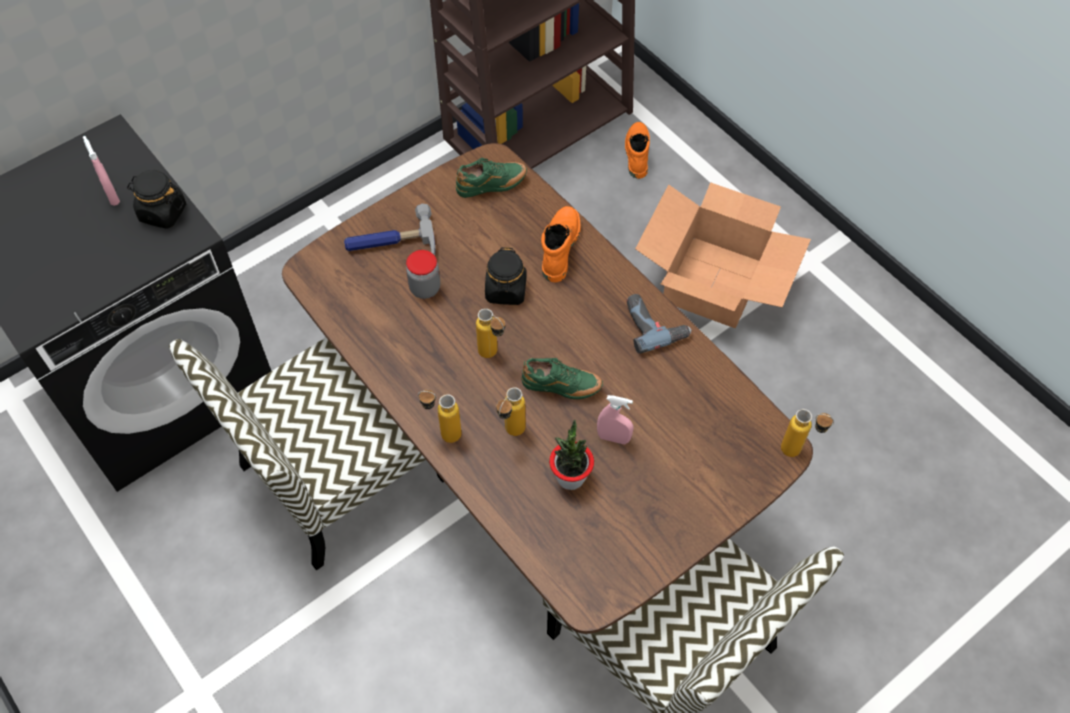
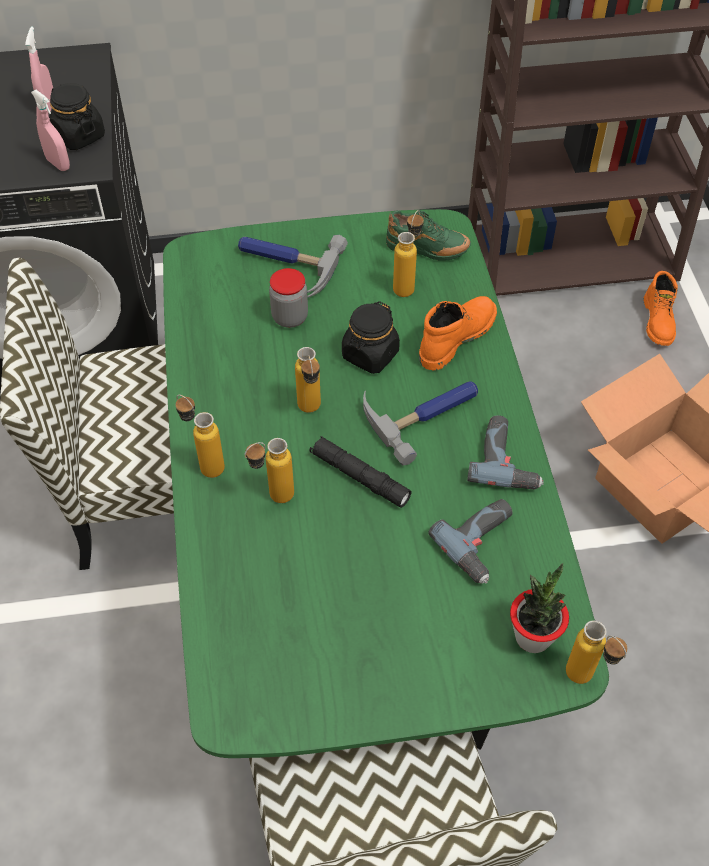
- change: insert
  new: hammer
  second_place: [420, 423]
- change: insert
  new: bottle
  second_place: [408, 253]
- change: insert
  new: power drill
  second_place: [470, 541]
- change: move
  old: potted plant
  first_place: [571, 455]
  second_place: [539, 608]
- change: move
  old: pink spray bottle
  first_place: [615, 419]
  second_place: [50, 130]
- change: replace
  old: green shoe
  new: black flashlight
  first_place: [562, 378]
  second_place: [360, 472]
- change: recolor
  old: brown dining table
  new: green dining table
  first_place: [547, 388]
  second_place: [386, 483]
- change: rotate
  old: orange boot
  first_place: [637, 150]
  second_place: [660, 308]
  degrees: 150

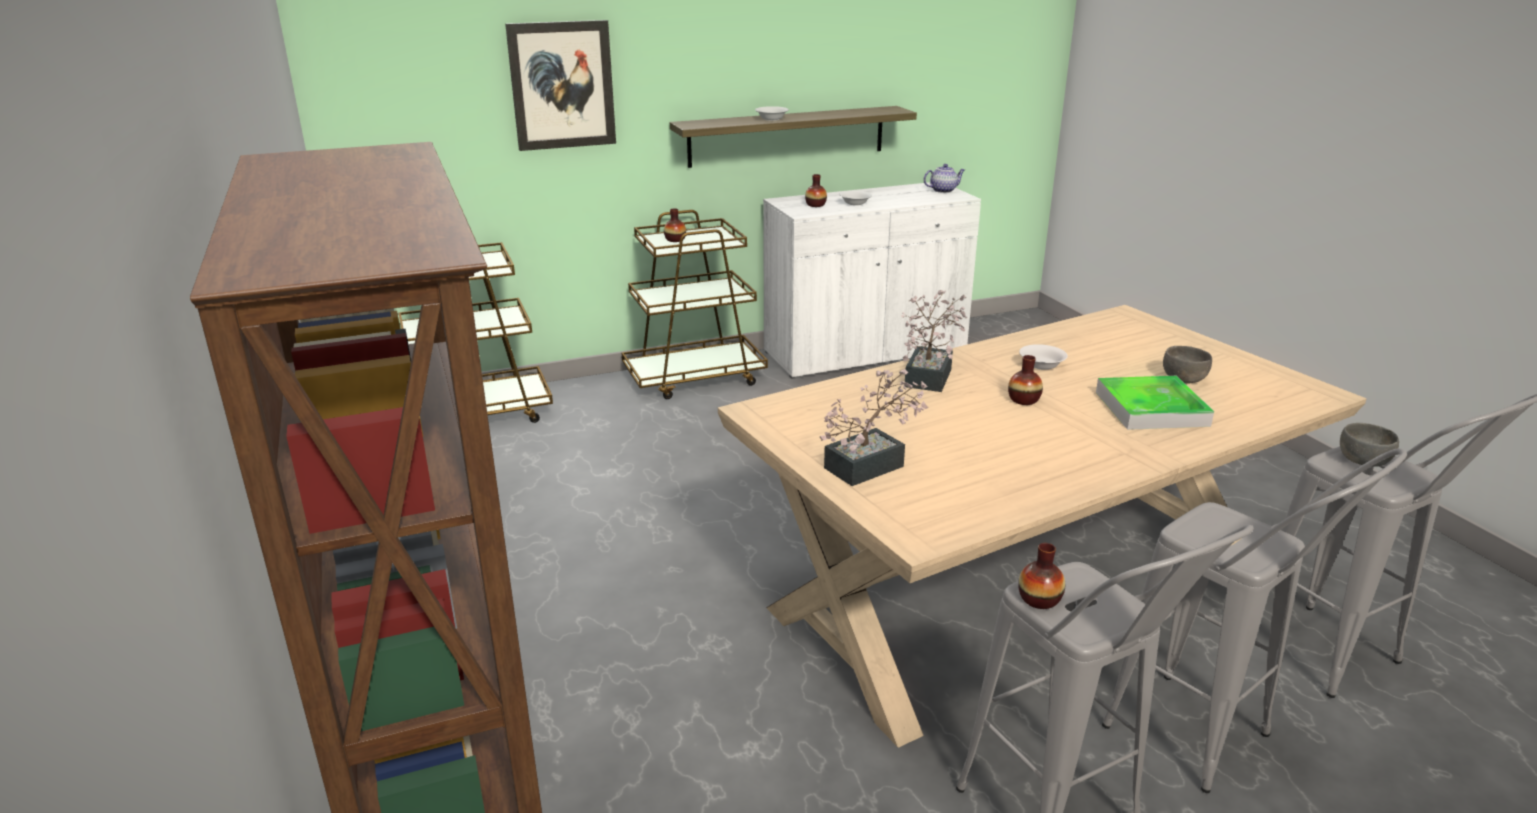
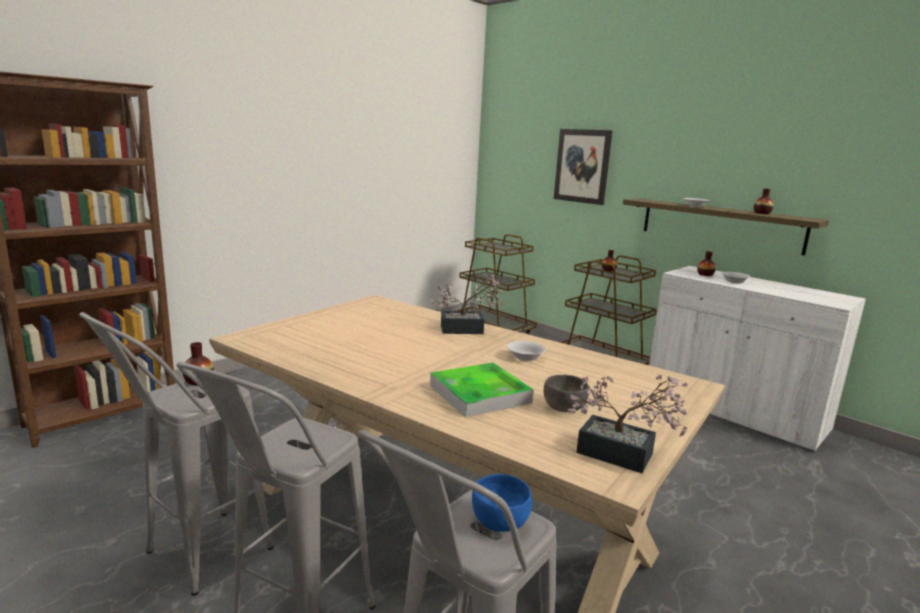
- change: delete
  old: teapot
  first_place: [944, 178]
- change: move
  old: potted plant
  first_place: [874, 427]
  second_place: [627, 424]
- change: move
  old: vase
  first_place: [1025, 380]
  second_place: [764, 201]
- change: recolor
  old: grey bowl
  new: blue bowl
  first_place: [1369, 445]
  second_place: [502, 503]

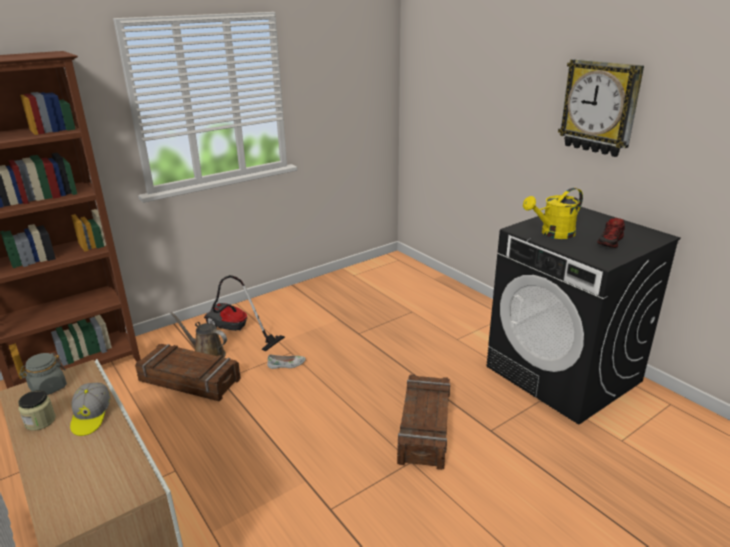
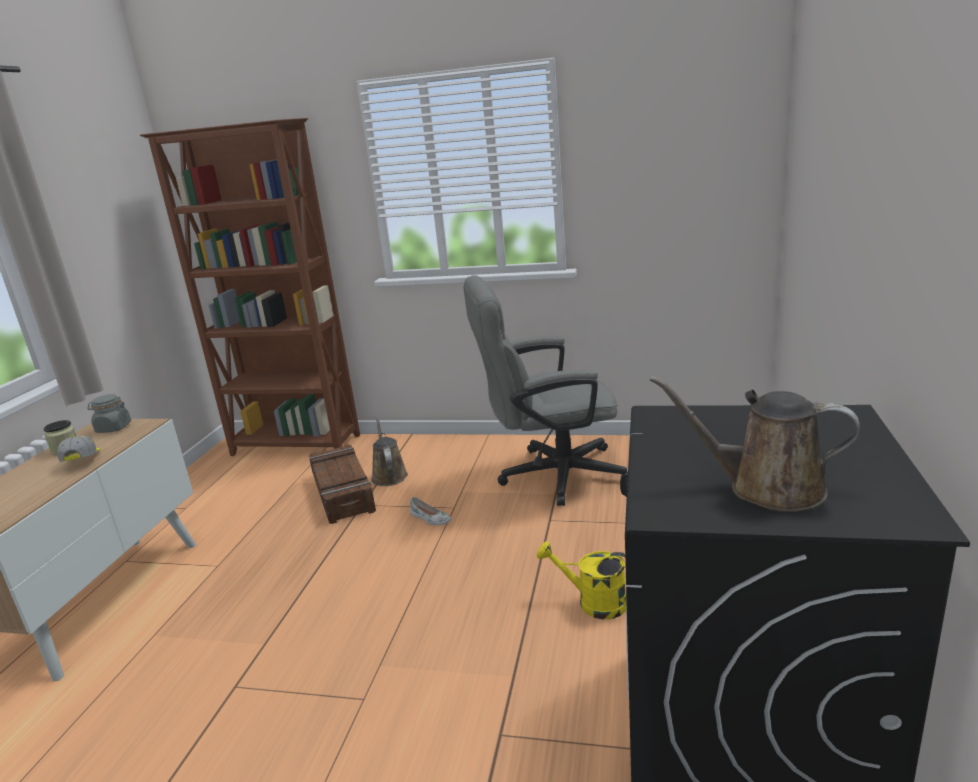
- change: delete
  old: vacuum cleaner
  first_place: [244, 313]
- change: delete
  old: crate
  first_place: [423, 422]
- change: delete
  old: wall clock
  first_place: [601, 108]
- change: insert
  new: grey office chair
  second_place: [546, 390]
- change: move
  old: yellow watering can
  first_place: [553, 213]
  second_place: [581, 580]
- change: replace
  old: shoe
  new: brown watering can
  first_place: [611, 233]
  second_place: [755, 444]
- change: rotate
  old: cap
  first_place: [90, 409]
  second_place: [78, 448]
  degrees: 120

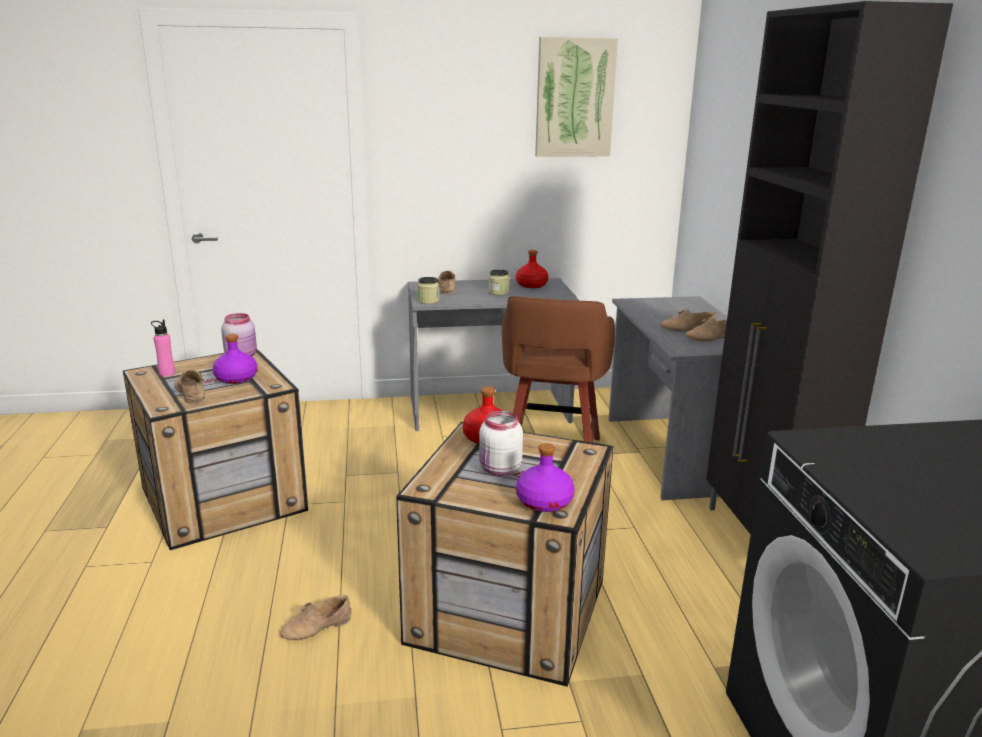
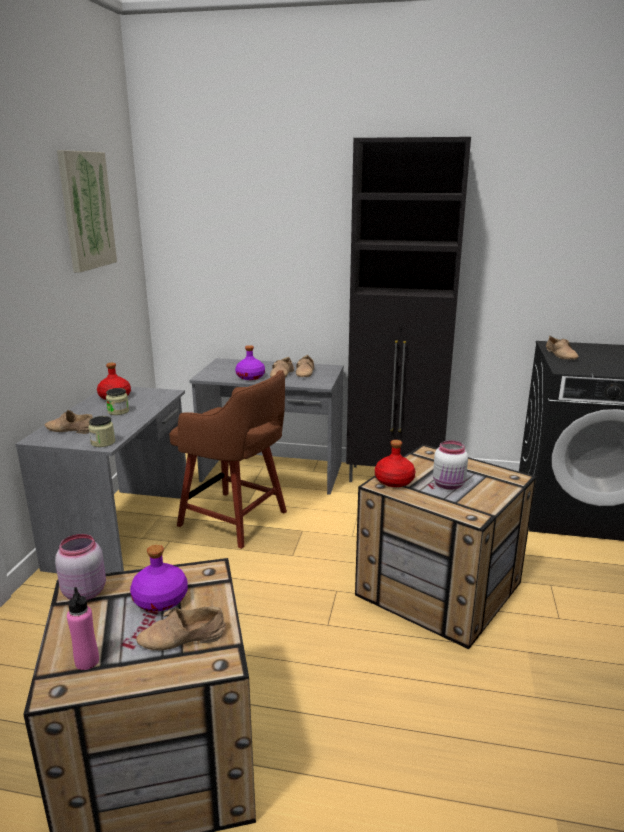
- change: move
  old: beige shoe
  first_place: [316, 618]
  second_place: [562, 348]
- change: move
  old: purple bottle
  first_place: [545, 477]
  second_place: [250, 362]

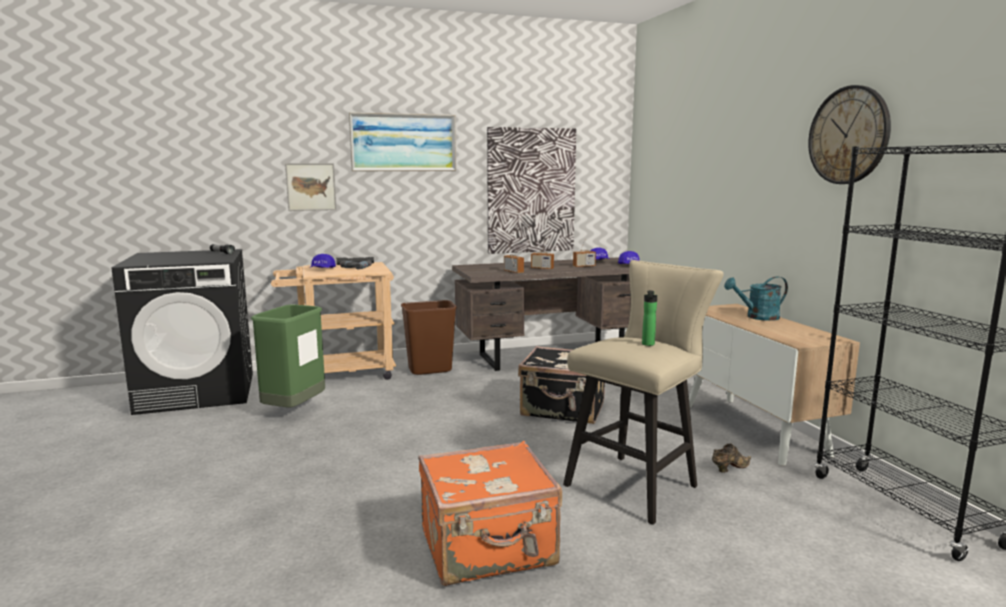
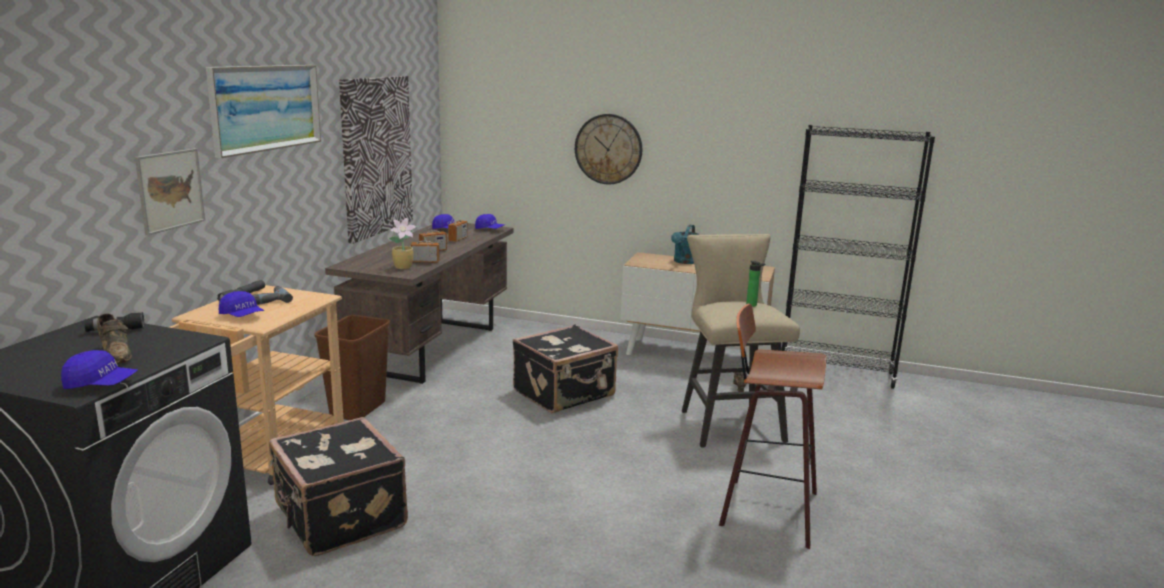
- change: insert
  new: blue cap
  second_place: [99, 369]
- change: insert
  new: brown shoe
  second_place: [114, 338]
- change: insert
  new: potted plant
  second_place: [402, 243]
- change: move
  old: wall clock
  first_place: [849, 134]
  second_place: [609, 149]
- change: replace
  old: green trash can
  new: black suitcase
  first_place: [288, 355]
  second_place: [338, 486]
- change: replace
  old: orange suitcase
  new: stool
  first_place: [490, 513]
  second_place: [772, 426]

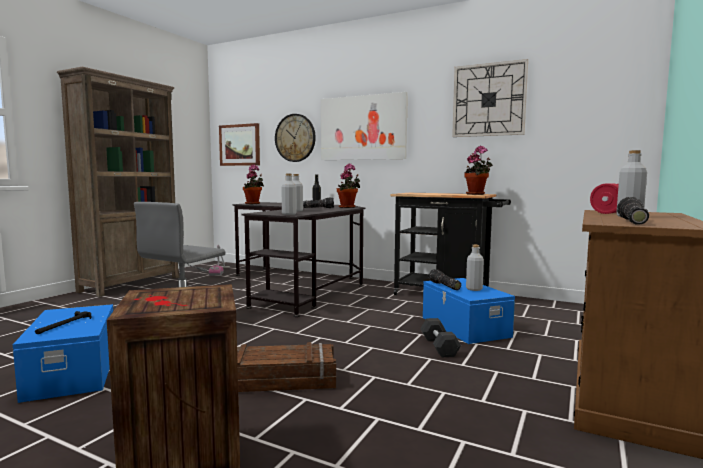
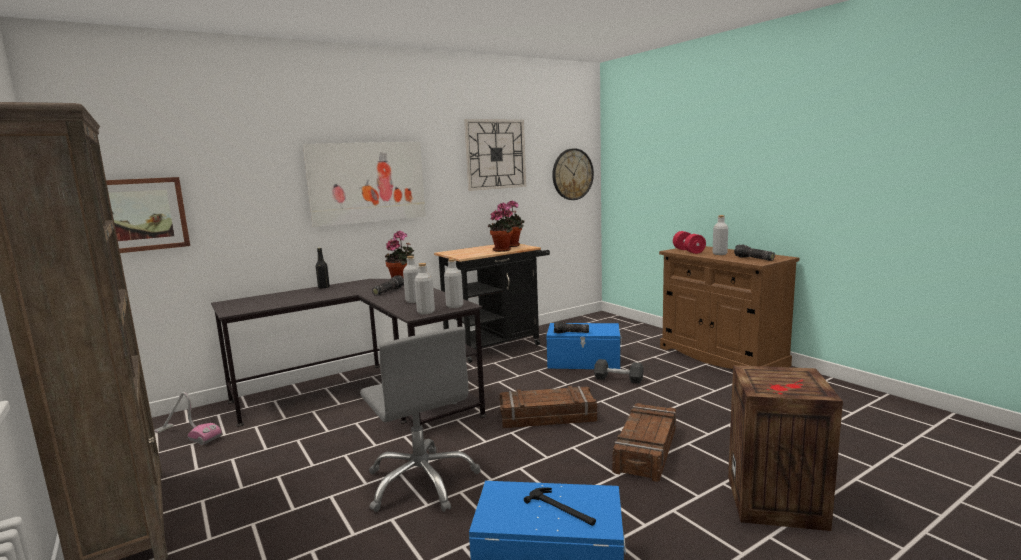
- change: insert
  new: crate
  second_place: [548, 407]
- change: move
  old: potted plant
  first_place: [253, 184]
  second_place: [502, 227]
- change: move
  old: wall clock
  first_place: [295, 138]
  second_place: [573, 174]
- change: move
  old: grey bottle
  first_place: [475, 268]
  second_place: [424, 288]

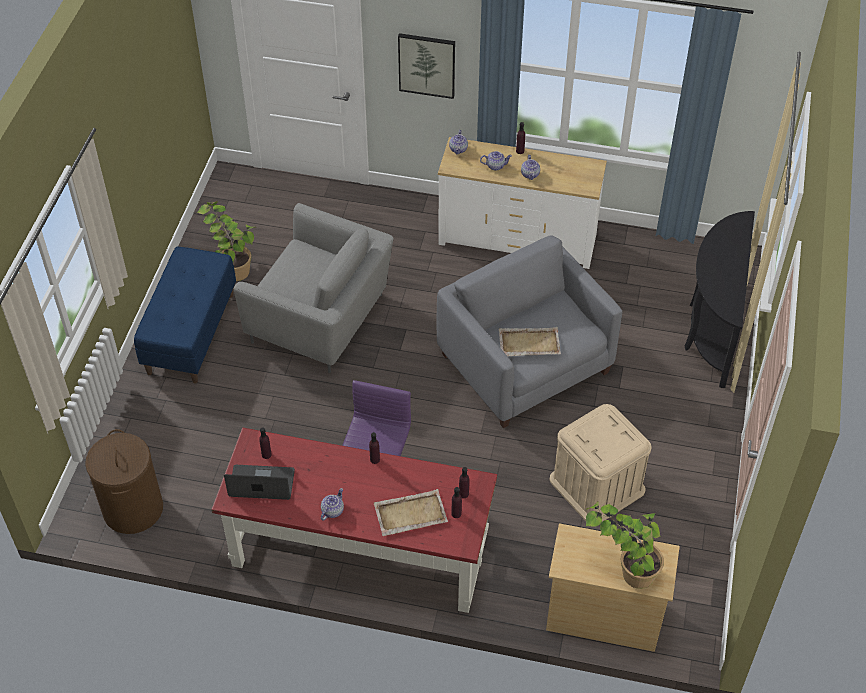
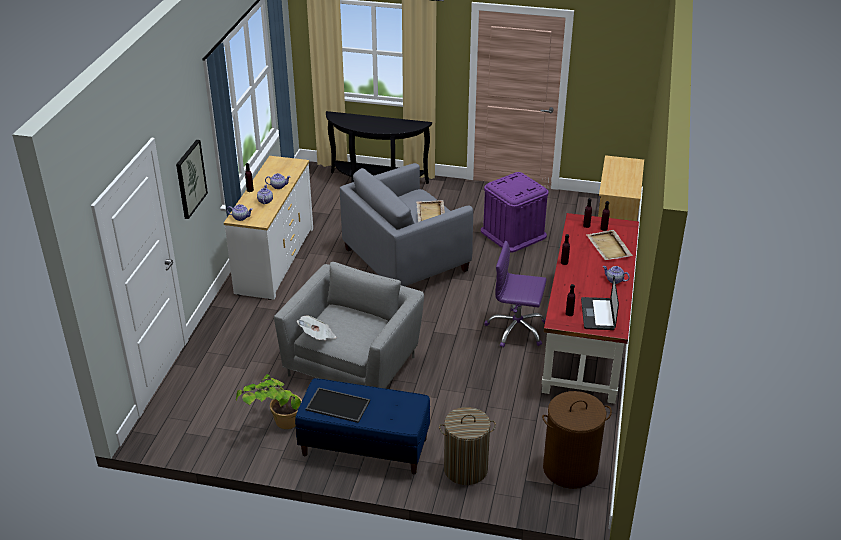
- change: delete
  old: potted plant
  first_place: [625, 545]
- change: insert
  new: newspaper
  second_place: [317, 327]
- change: insert
  new: tray
  second_place: [337, 405]
- change: insert
  new: laundry basket
  second_place: [467, 446]
- change: recolor
  old: beige storage box
  new: purple storage box
  first_place: [601, 463]
  second_place: [515, 212]

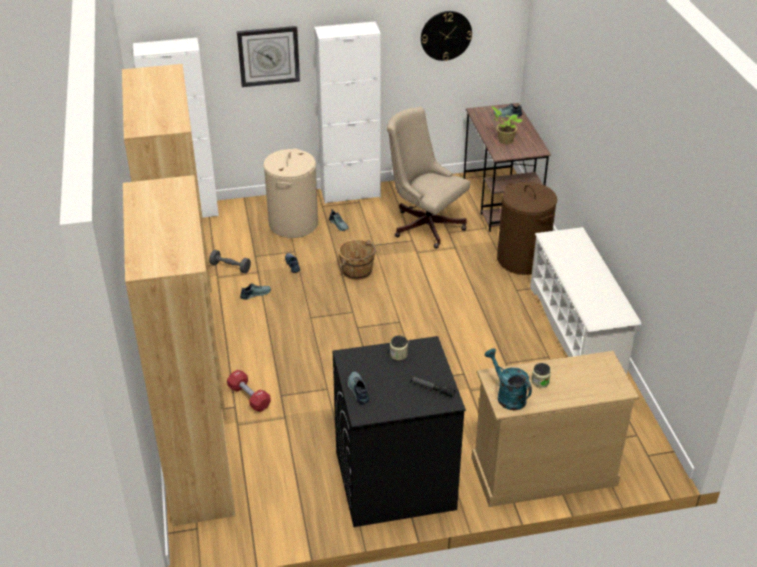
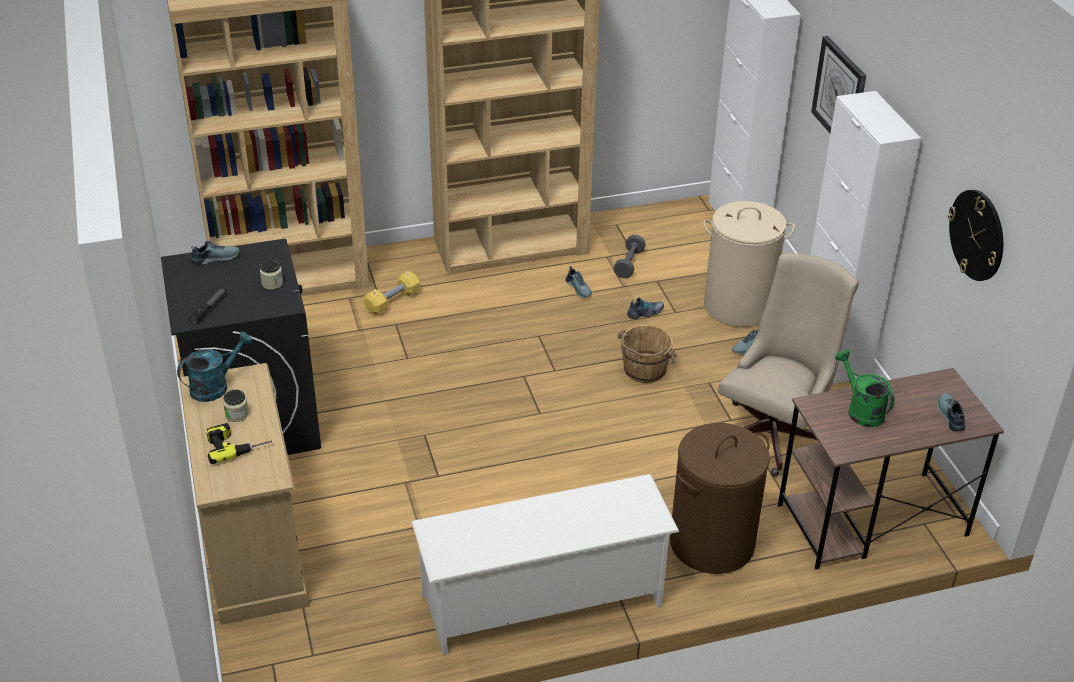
- change: insert
  new: power drill
  second_place: [239, 443]
- change: replace
  old: potted plant
  new: green watering can
  first_place: [506, 125]
  second_place: [865, 388]
- change: recolor
  old: red dumbbell
  new: yellow dumbbell
  first_place: [249, 391]
  second_place: [392, 293]

